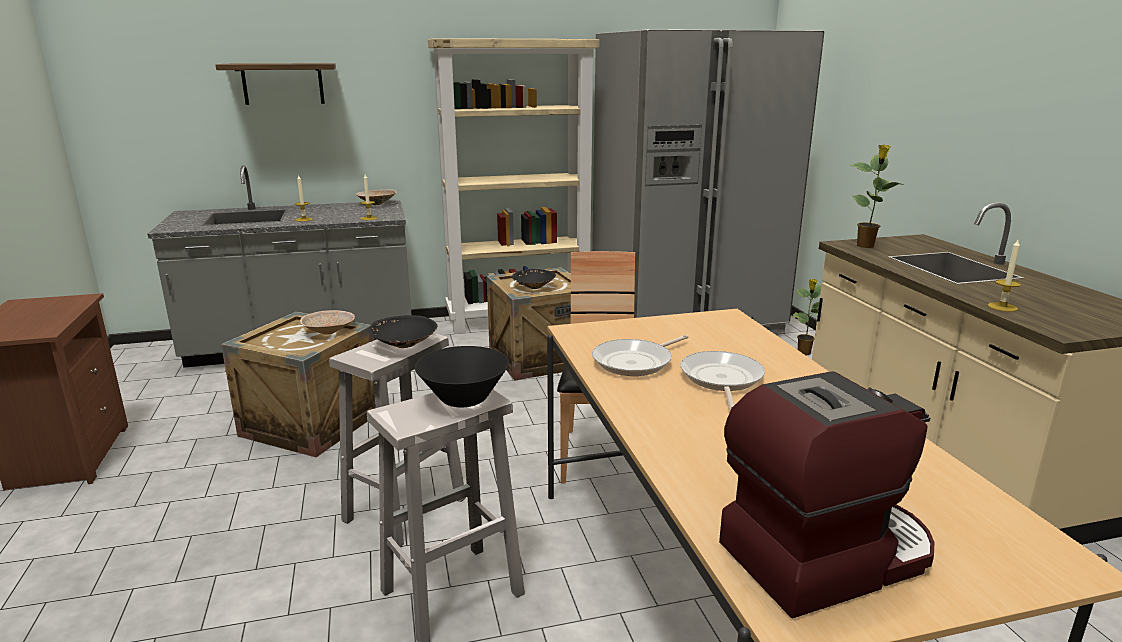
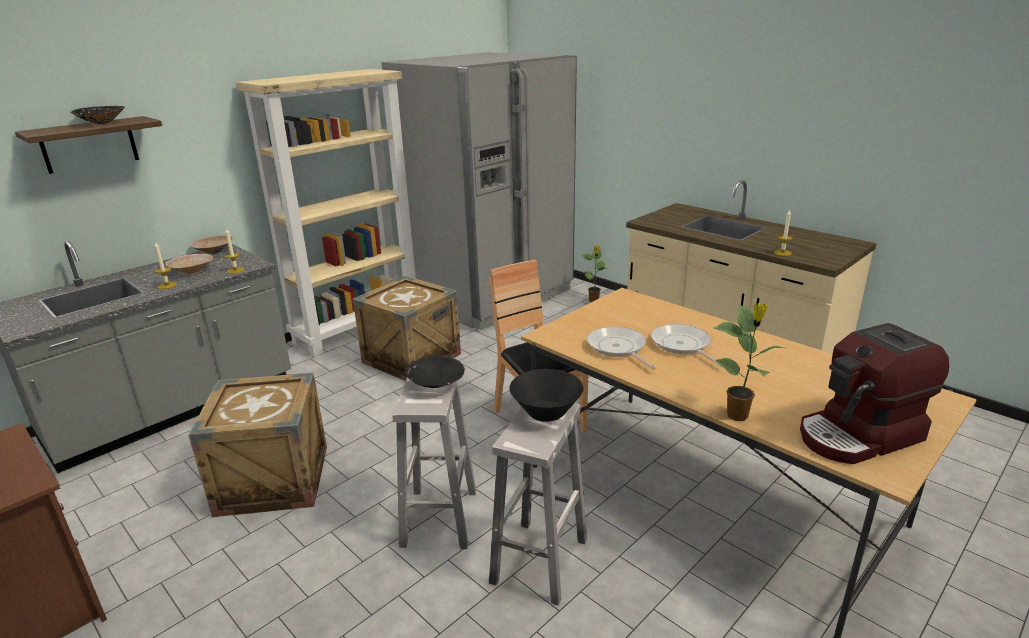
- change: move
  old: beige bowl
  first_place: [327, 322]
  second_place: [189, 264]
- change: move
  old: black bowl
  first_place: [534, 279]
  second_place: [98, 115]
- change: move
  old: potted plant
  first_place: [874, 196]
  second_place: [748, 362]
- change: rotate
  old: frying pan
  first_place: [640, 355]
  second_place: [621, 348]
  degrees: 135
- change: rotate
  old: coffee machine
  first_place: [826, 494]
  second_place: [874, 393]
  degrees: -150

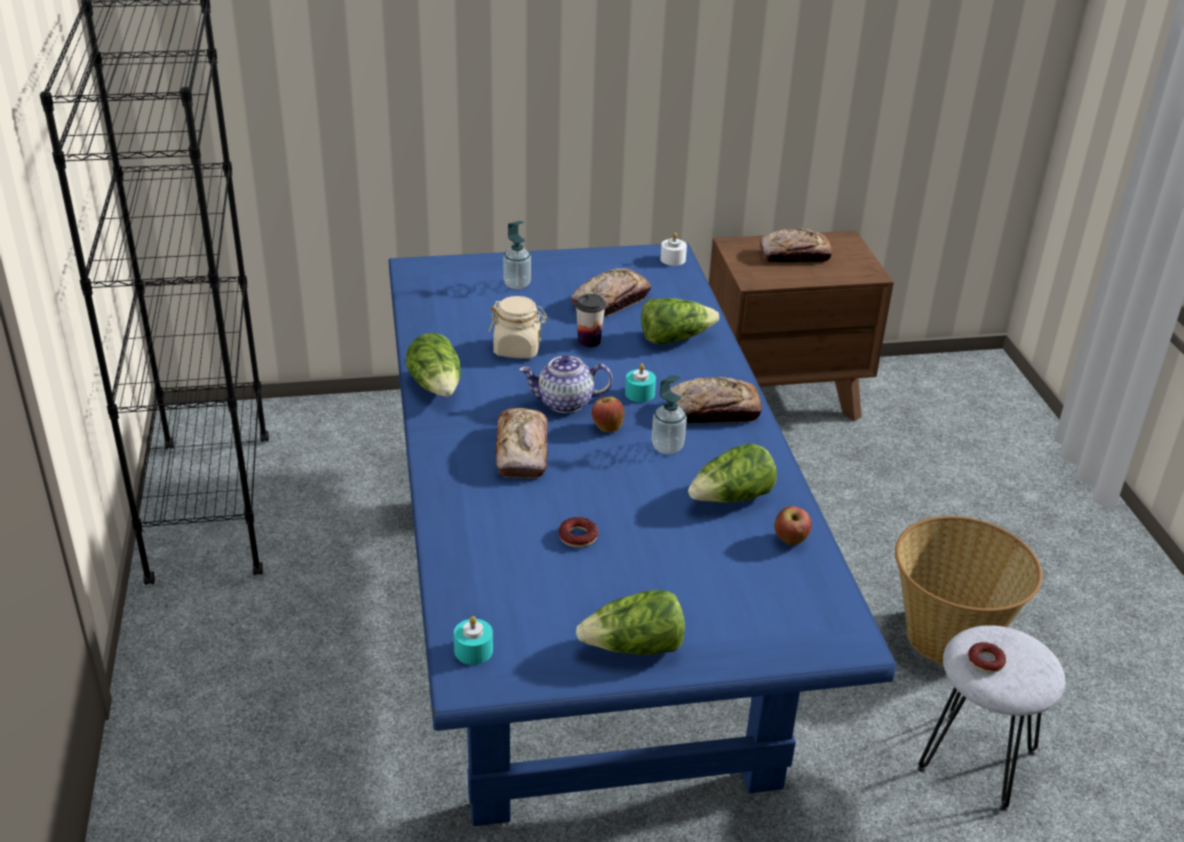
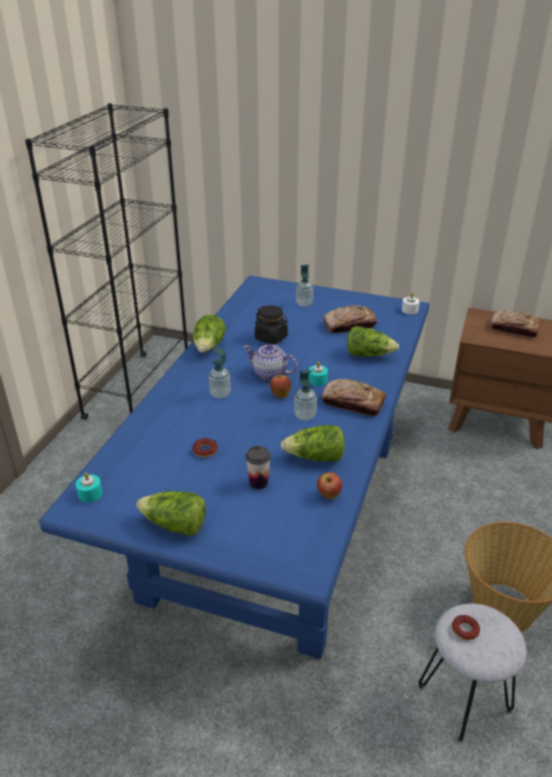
- change: move
  old: cup
  first_place: [590, 320]
  second_place: [258, 467]
- change: replace
  old: bread
  new: soap dispenser
  first_place: [522, 443]
  second_place: [219, 372]
- change: recolor
  old: beige jar
  new: black jar
  first_place: [518, 327]
  second_place: [271, 325]

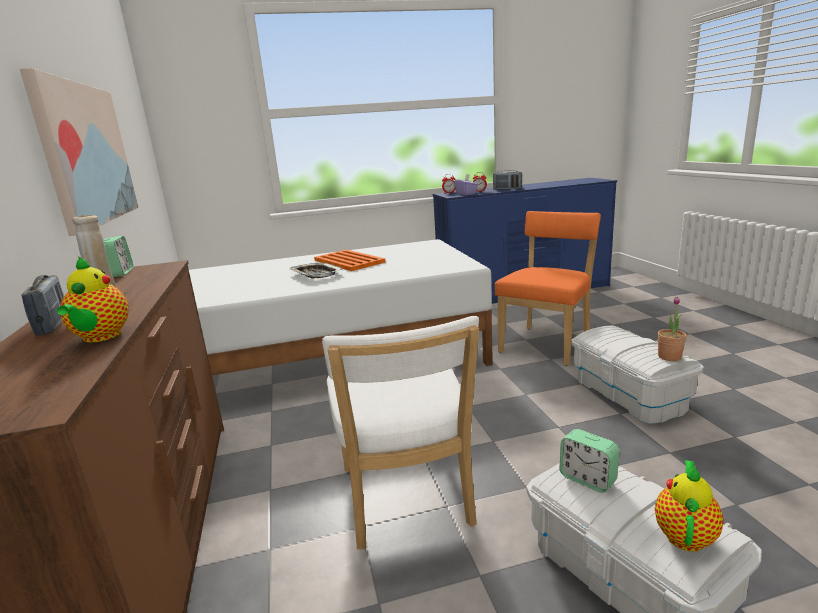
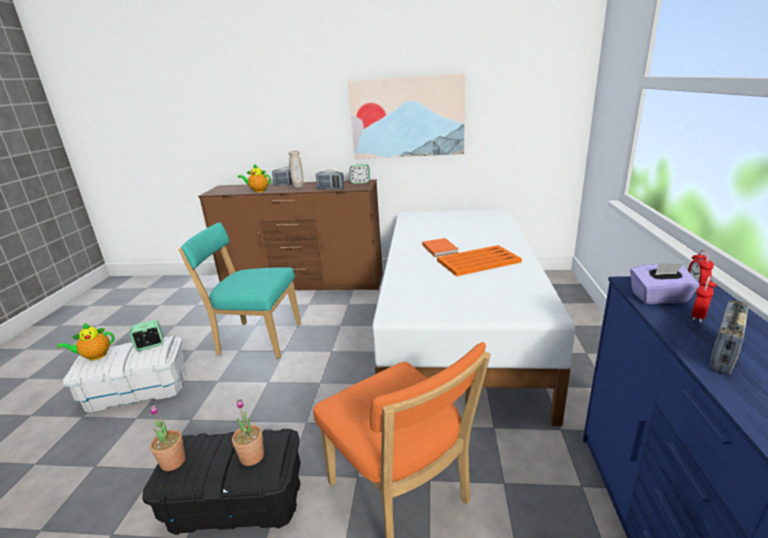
- change: insert
  new: potted plant
  second_place: [248, 432]
- change: insert
  new: radio
  second_place: [330, 179]
- change: replace
  old: tray
  new: orange book
  first_place: [316, 271]
  second_place: [440, 247]
- change: recolor
  old: white chair
  new: turquoise chair
  first_place: [400, 433]
  second_place: [239, 290]
- change: recolor
  old: white storage box
  new: black storage box
  first_place: [637, 375]
  second_place: [221, 482]
- change: rotate
  old: teapot
  first_place: [689, 506]
  second_place: [86, 341]
  degrees: 105

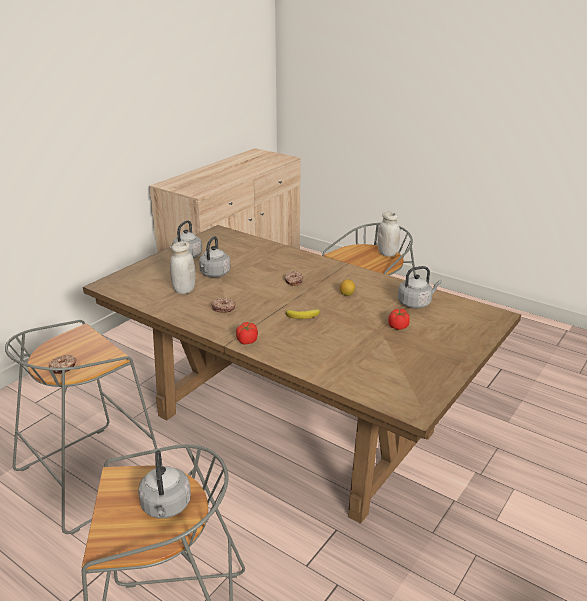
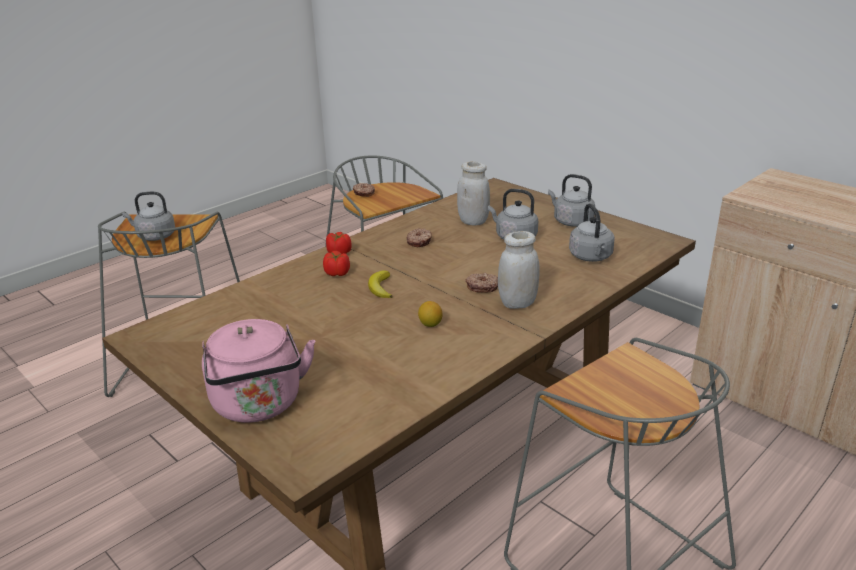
- change: insert
  new: pink kettle
  second_place: [258, 371]
- change: move
  old: white jar
  first_place: [389, 234]
  second_place: [519, 270]
- change: move
  old: tomato
  first_place: [399, 319]
  second_place: [336, 263]
- change: move
  old: grey kettle
  first_place: [420, 287]
  second_place: [592, 232]

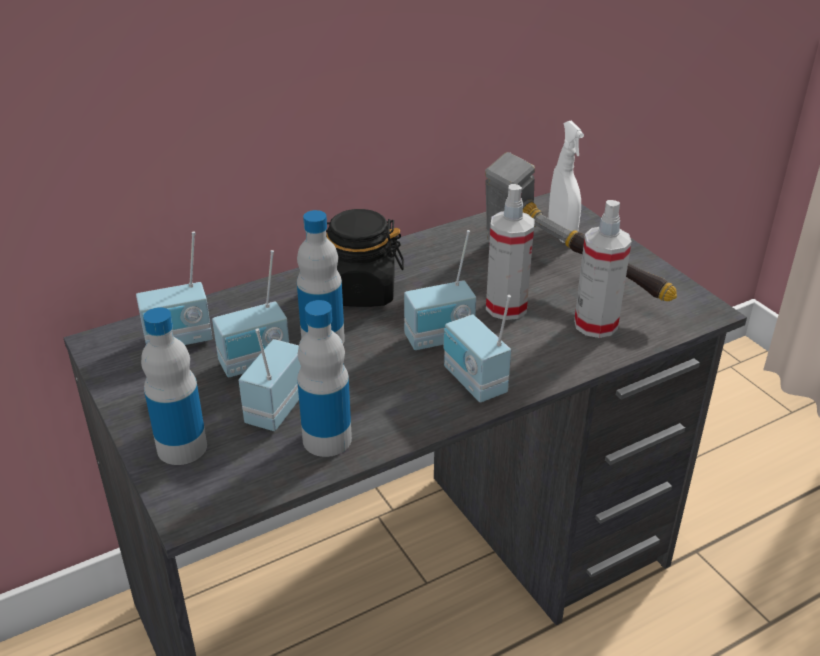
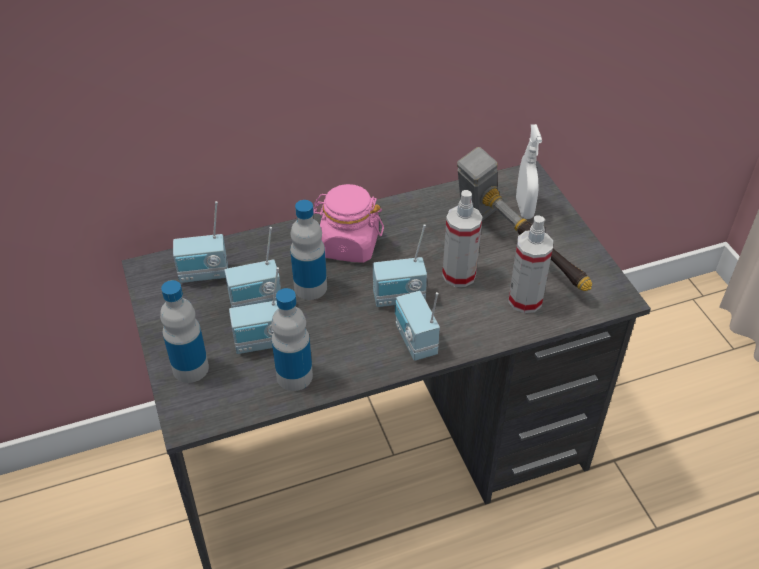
- change: recolor
  old: black jar
  new: pink jar
  first_place: [365, 258]
  second_place: [348, 223]
- change: rotate
  old: radio
  first_place: [270, 379]
  second_place: [254, 310]
  degrees: -135

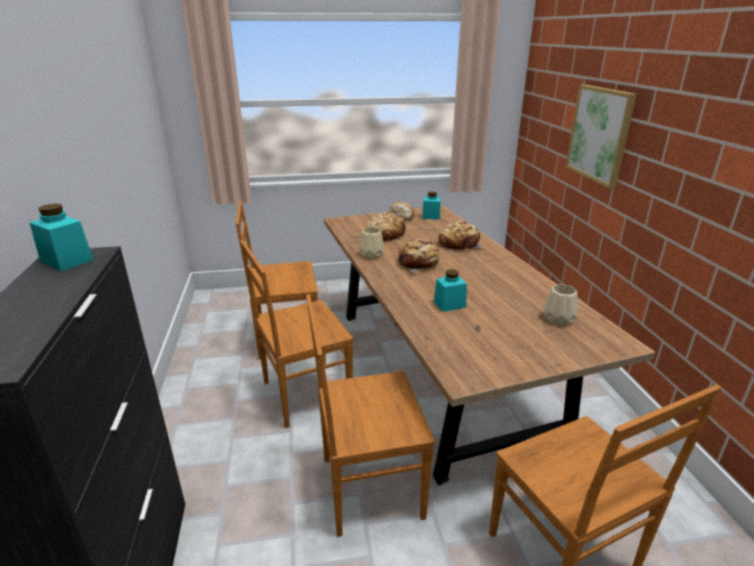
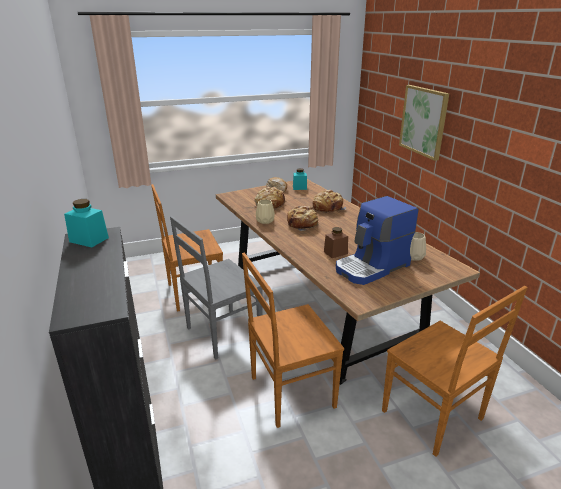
- change: insert
  new: coffee machine
  second_place: [377, 240]
- change: recolor
  old: brown chair
  new: grey chair
  first_place: [297, 334]
  second_place: [216, 288]
- change: recolor
  old: turquoise jar
  new: brown jar
  first_place: [450, 290]
  second_place: [336, 242]

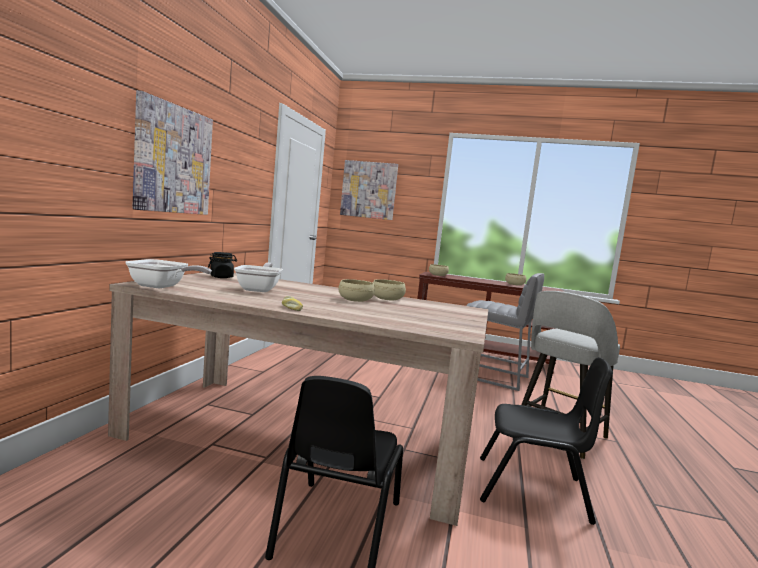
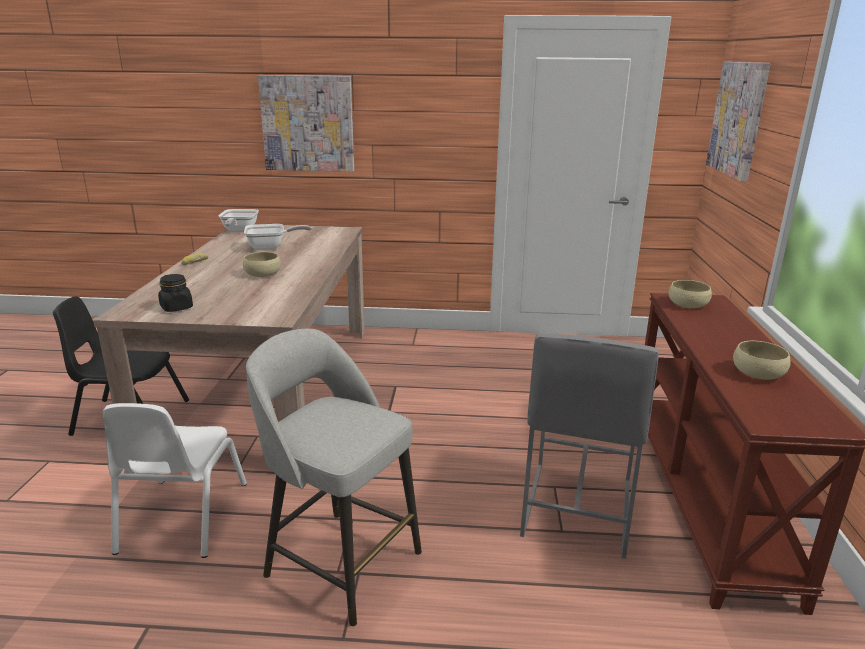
- change: delete
  old: beige bowl
  first_place: [389, 289]
- change: move
  old: black jar
  first_place: [222, 265]
  second_place: [175, 293]
- change: recolor
  old: black chair
  new: white chair
  first_place: [546, 441]
  second_place: [174, 480]

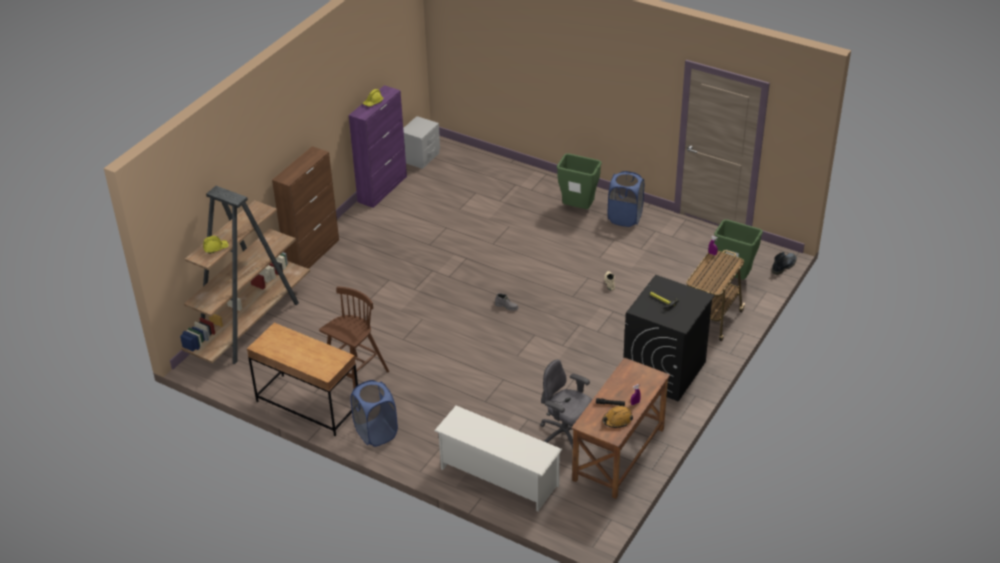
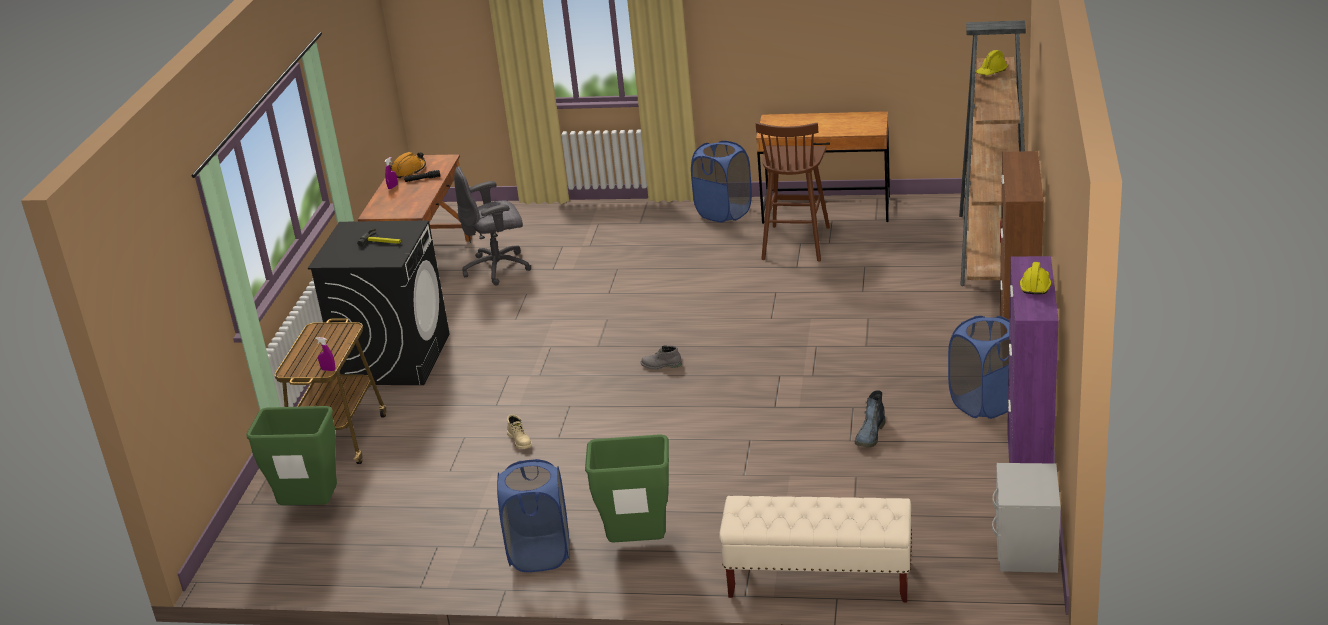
- change: delete
  old: white shoe rack
  first_place: [498, 458]
- change: insert
  new: beige bench
  second_place: [815, 549]
- change: insert
  new: blue laundry basket
  second_place: [978, 367]
- change: move
  old: boot
  first_place: [784, 263]
  second_place: [870, 419]
- change: rotate
  old: grey office chair
  first_place: [566, 403]
  second_place: [492, 226]
  degrees: 150

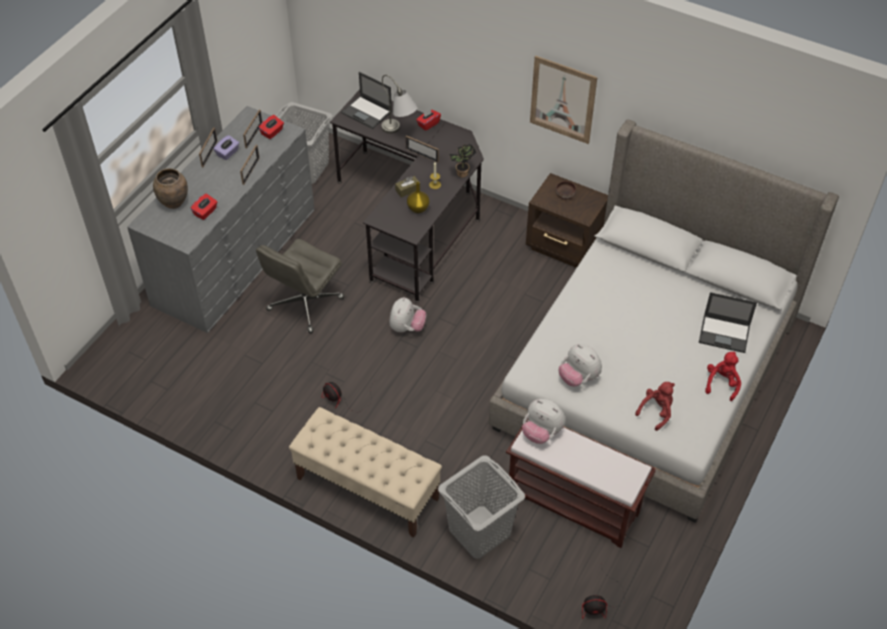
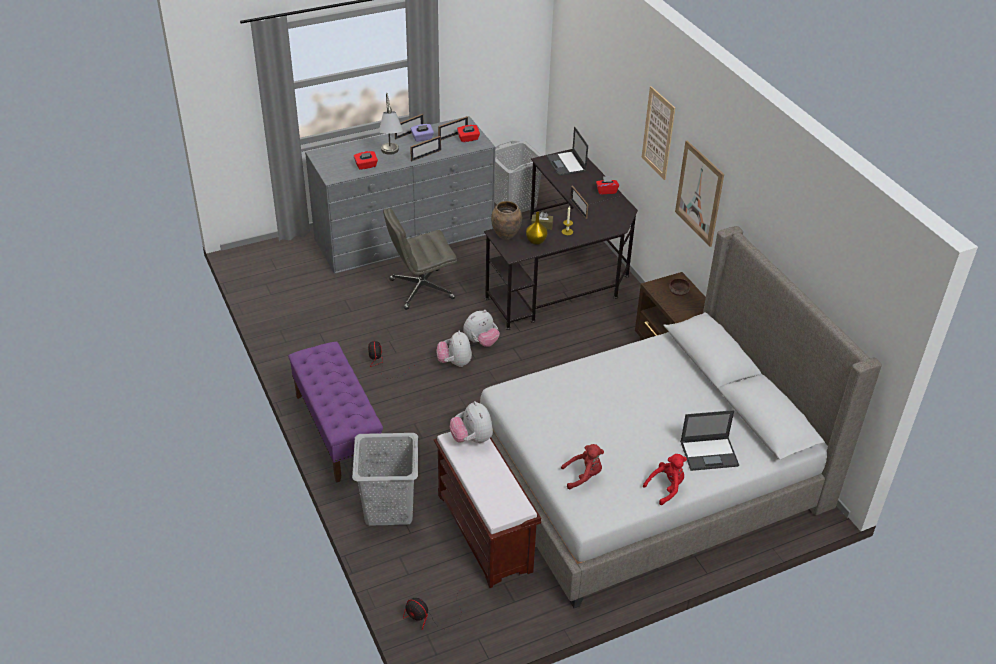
- change: delete
  old: potted plant
  first_place: [462, 160]
- change: insert
  new: picture
  second_place: [658, 133]
- change: move
  old: brown vase
  first_place: [170, 188]
  second_place: [506, 220]
- change: move
  old: grey table lamp
  first_place: [399, 104]
  second_place: [391, 124]
- change: move
  old: plush toy
  first_place: [580, 365]
  second_place: [454, 349]
- change: recolor
  old: beige bench
  new: purple bench
  first_place: [365, 472]
  second_place: [335, 412]
- change: rotate
  old: laptop
  first_place: [728, 322]
  second_place: [709, 440]
  degrees: -60

